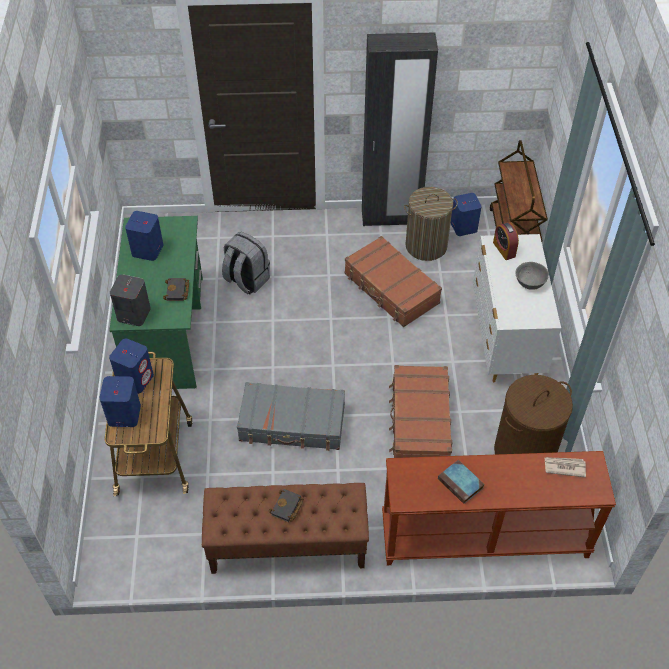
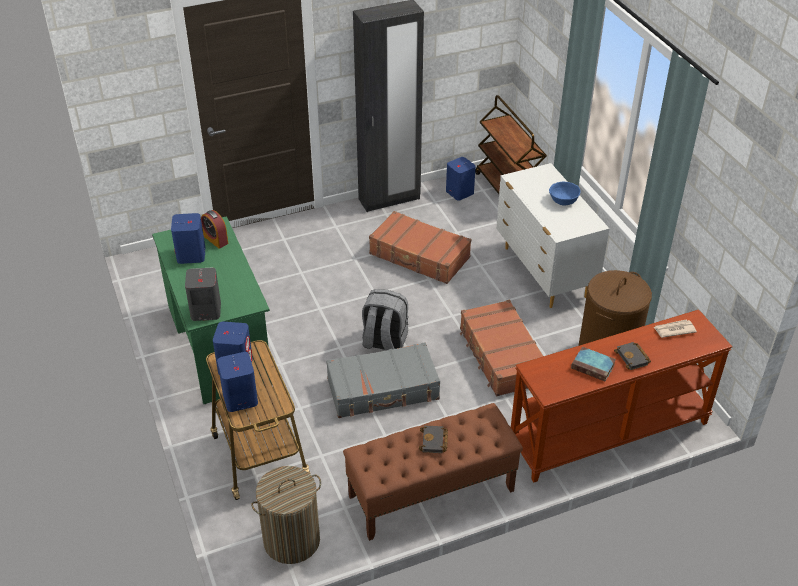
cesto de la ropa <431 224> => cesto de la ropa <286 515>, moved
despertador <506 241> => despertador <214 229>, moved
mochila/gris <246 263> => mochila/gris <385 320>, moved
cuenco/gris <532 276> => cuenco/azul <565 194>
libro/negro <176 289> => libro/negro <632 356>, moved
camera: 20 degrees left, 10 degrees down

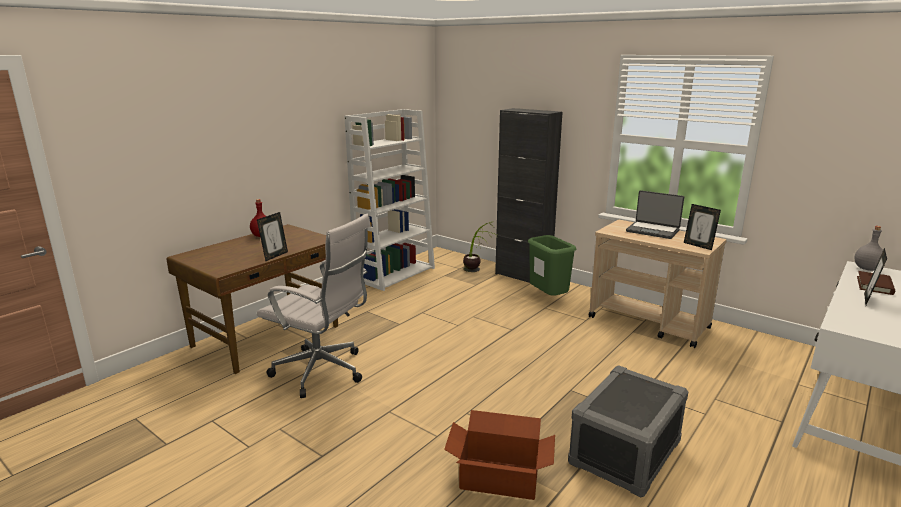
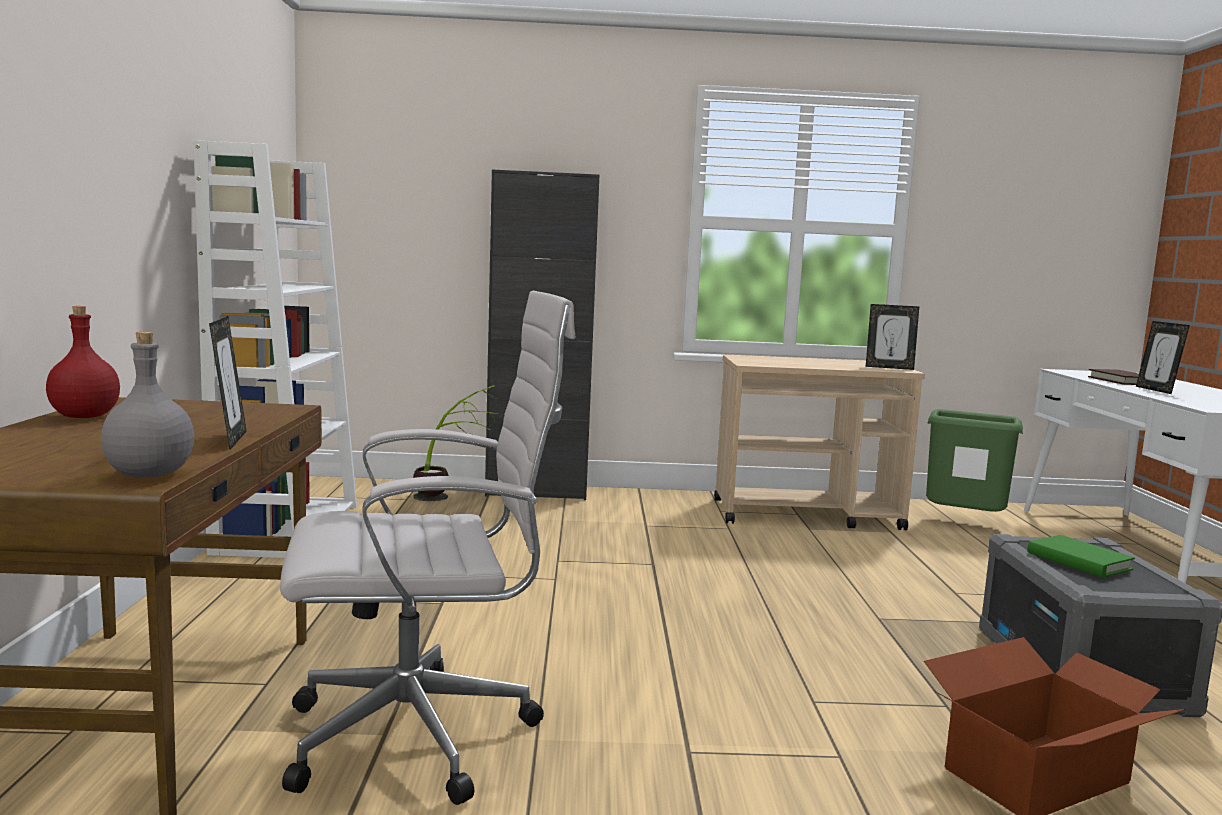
portátil <655 214> => nothing
botella/gris <869 248> => botella/gris <147 405>, moved
papelera/verde <552 265> => papelera/verde <974 460>, moved
nothing => libro/verde <1081 556>
camera: 40 degrees left, 10 degrees down

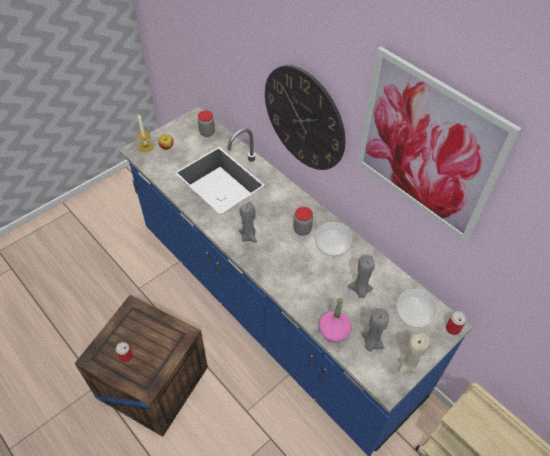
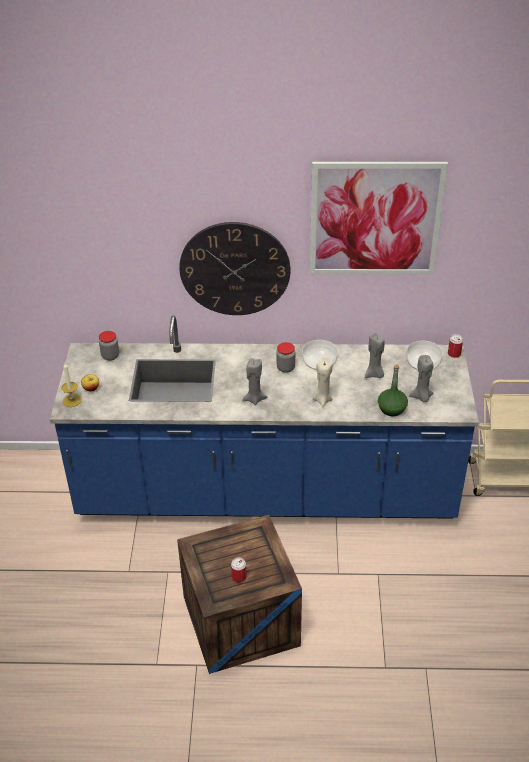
botella/rosa <335 320> => botella/verde <393 390>
vela/beis <413 353> => vela/beis <323 382>, moved
camera: 45 degrees left, 10 degrees down

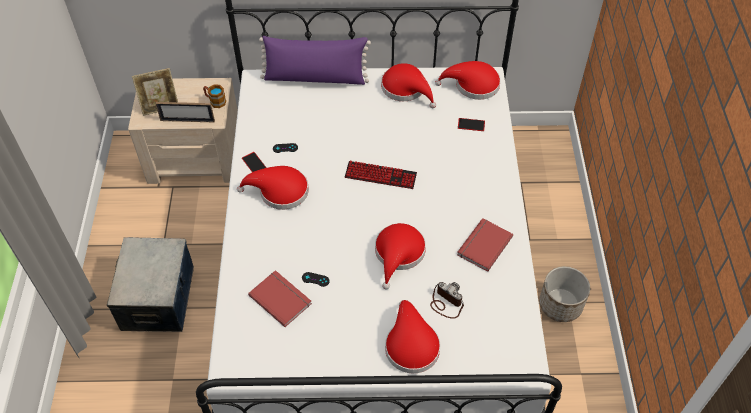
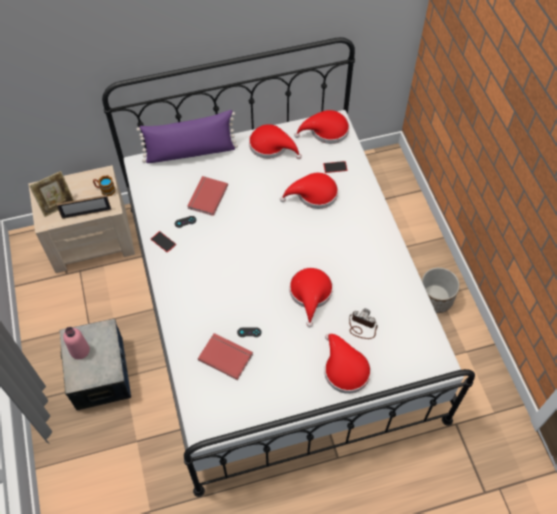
teclado <381 175> => nothing
sombrero/rojo <273 188> => sombrero/rojo <309 191>, moved
libro/rojo <485 245> => libro/rojo <207 196>, moved
nothing => botella/rosa <76 343>
camera: 15 degrees left, 5 degrees up

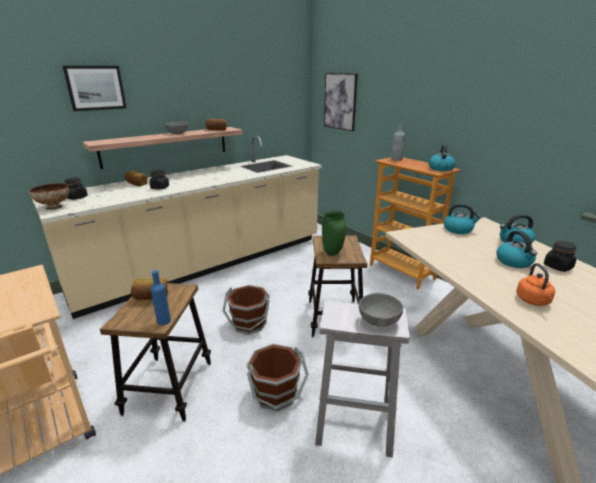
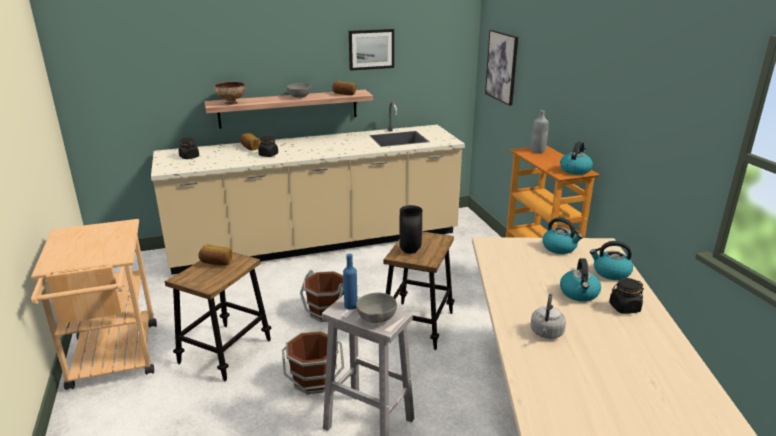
cuadro <94 88> => cuadro <371 50>, moved
cuenco <49 196> => cuenco <229 93>, moved
florero/verde <334 233> => florero/negro <410 229>
hervidor/naranja <535 284> => hervidor/gris <548 316>
botella/azul <161 298> => botella/azul <350 282>, moved
camera: 20 degrees right, 0 degrees up

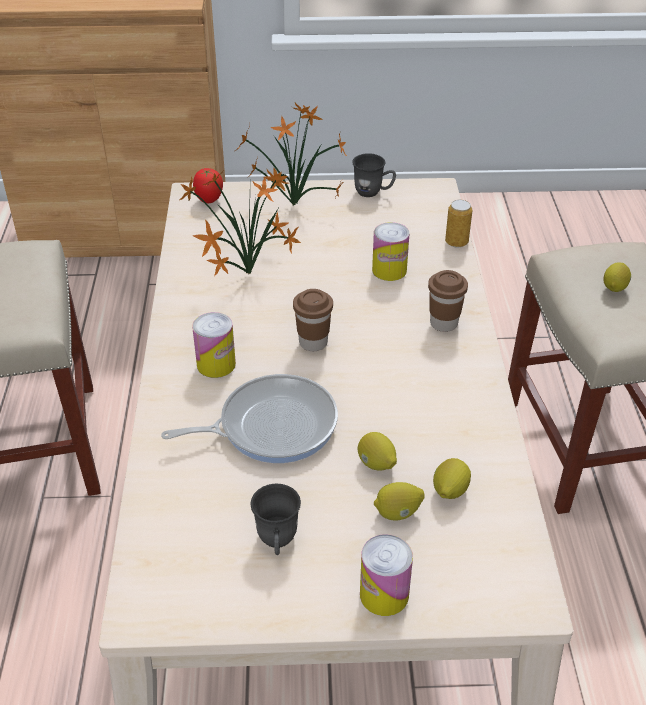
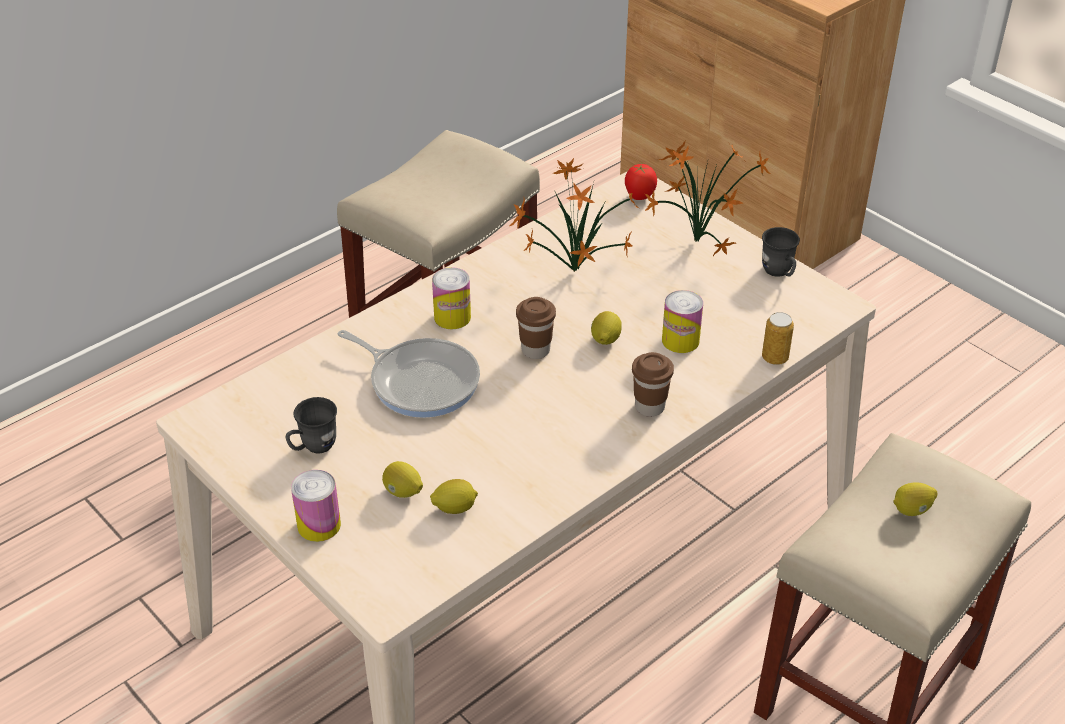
limón <377 451> => limón <606 328>, moved
camera: 50 degrees right, 0 degrees up

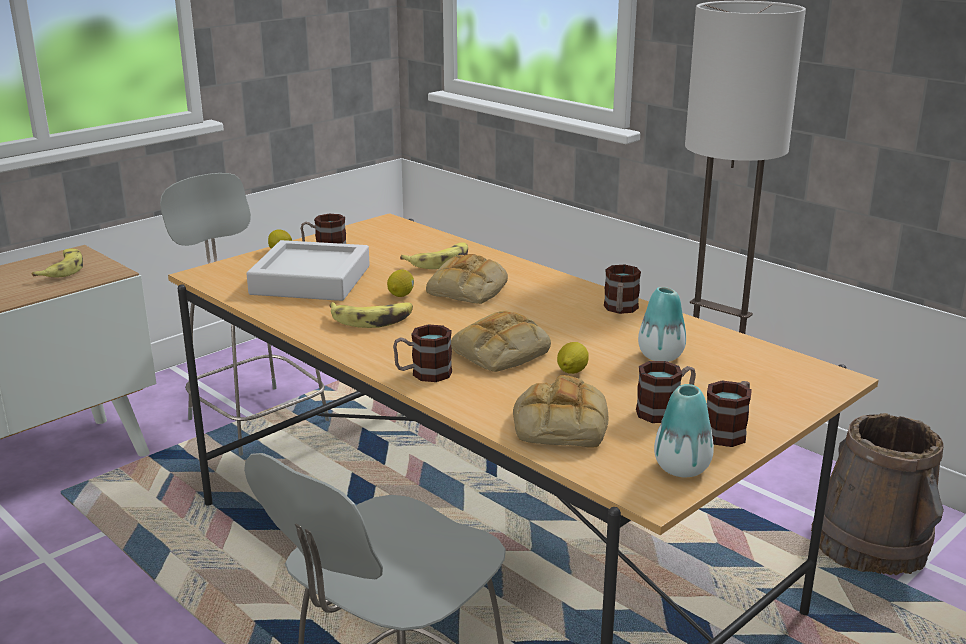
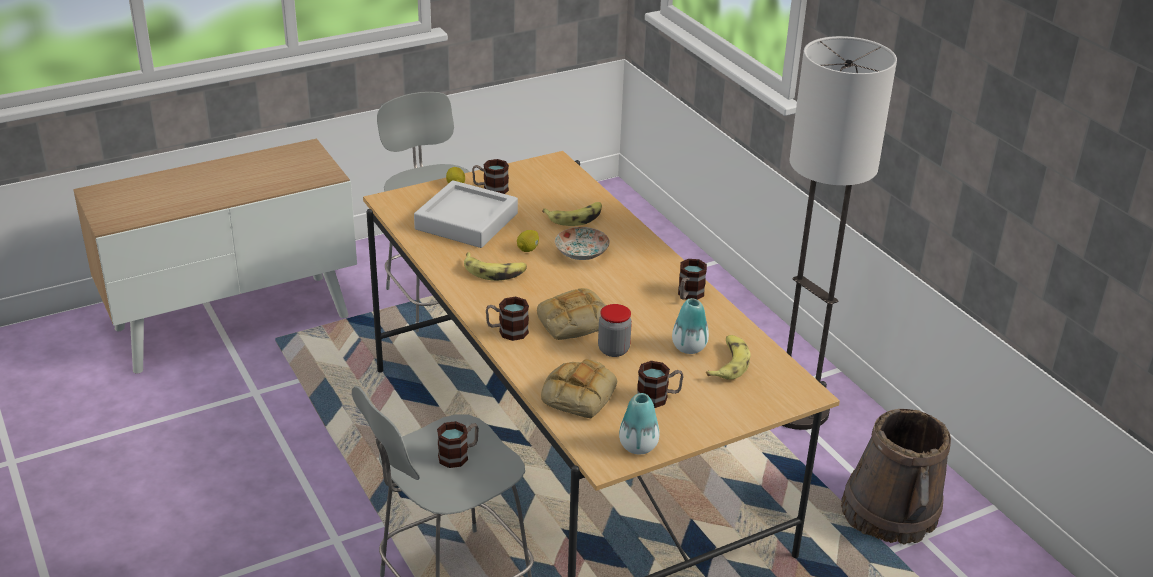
plátano <57 263> => plátano <728 357>, moved
pan <467 279> => plato <582 243>
limón <573 358> => tarro <615 330>
taza grande <729 414> => taza grande <458 444>, moved
camera: 15 degrees right, 10 degrees up

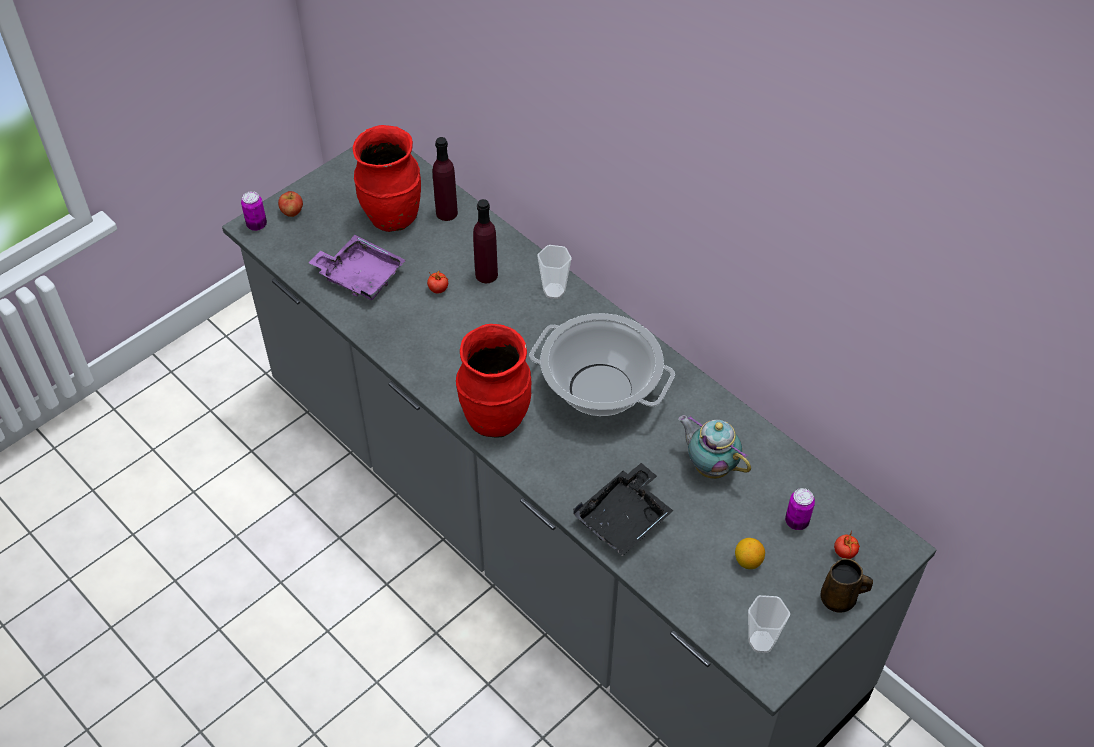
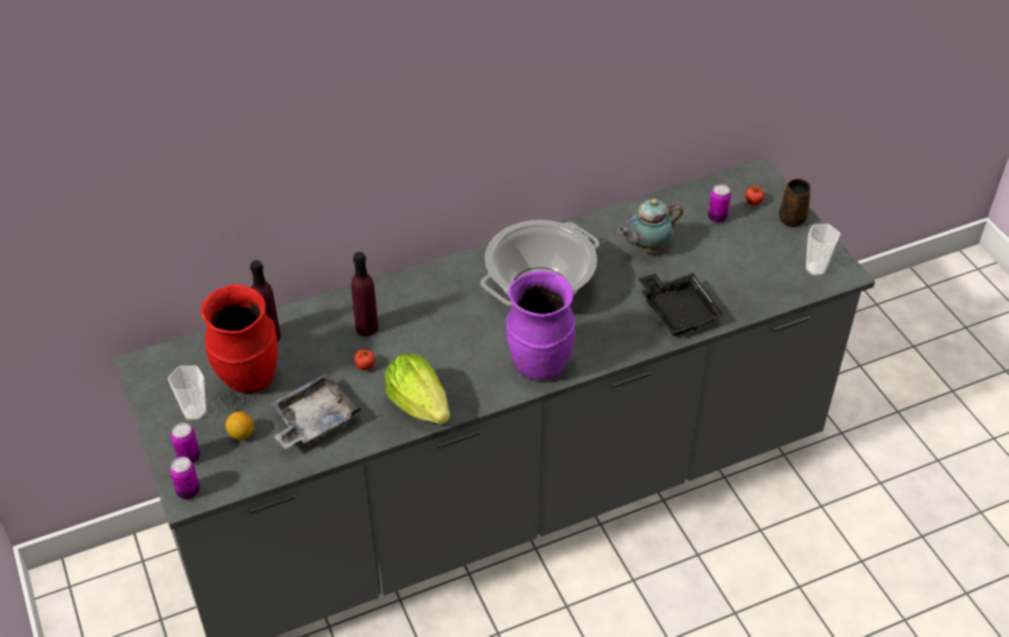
manzana <290 204> => lata <185 443>
bandeja/morado <357 267> => bandeja/gris <315 411>
taza <554 272> => taza <187 393>, moved
florero/rojo <493 381> => florero/morado <540 325>
limón <750 553> => limón <240 425>, moved
nothing => lechuga <417 388>
camera: 70 degrees left, 5 degrees down

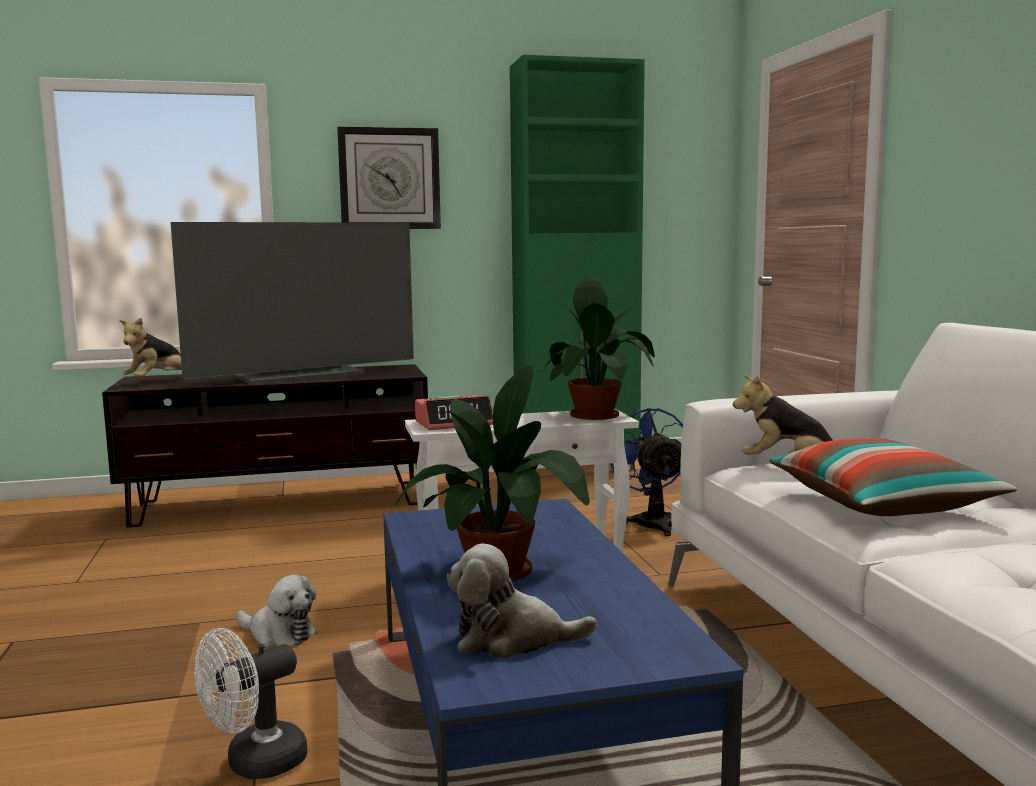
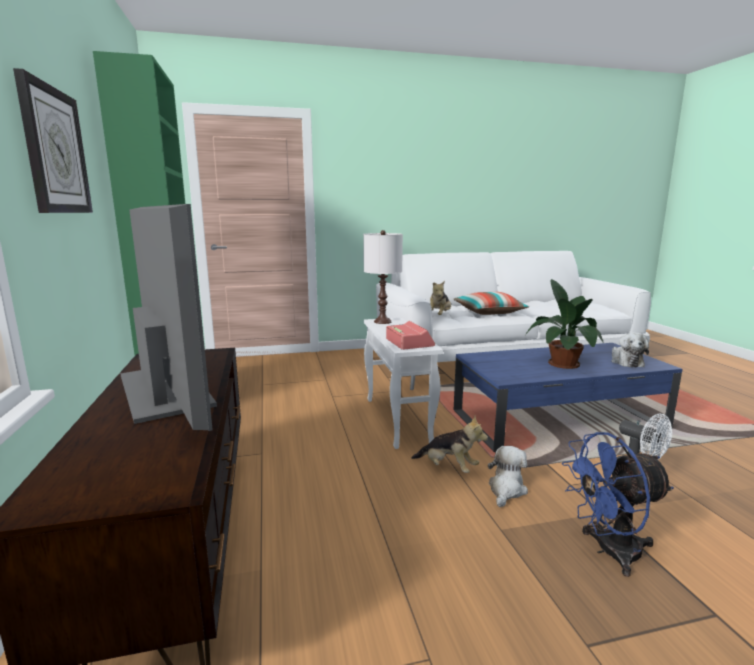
planta en maceta <599 348> => lámpara de mesa/blanco <383 277>
peluche <150 348> => peluche <449 444>, moved
ventilador/azul <646 472> => ventilador/azul <618 504>, moved
camera: 90 degrees left, 5 degrees up

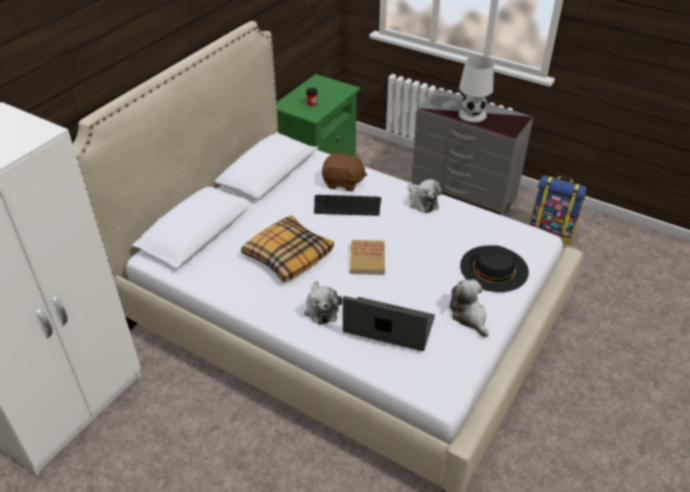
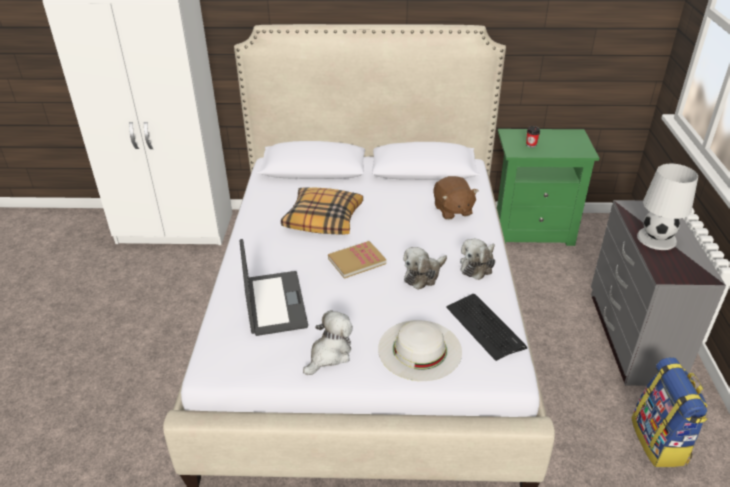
teclado <347 205> => teclado <486 327>, moved
sombrero/negro <494 268> => sombrero/blanco <420 350>
peluche <323 303> => peluche <425 268>, moved
camera: 60 degrees right, 5 degrees down

